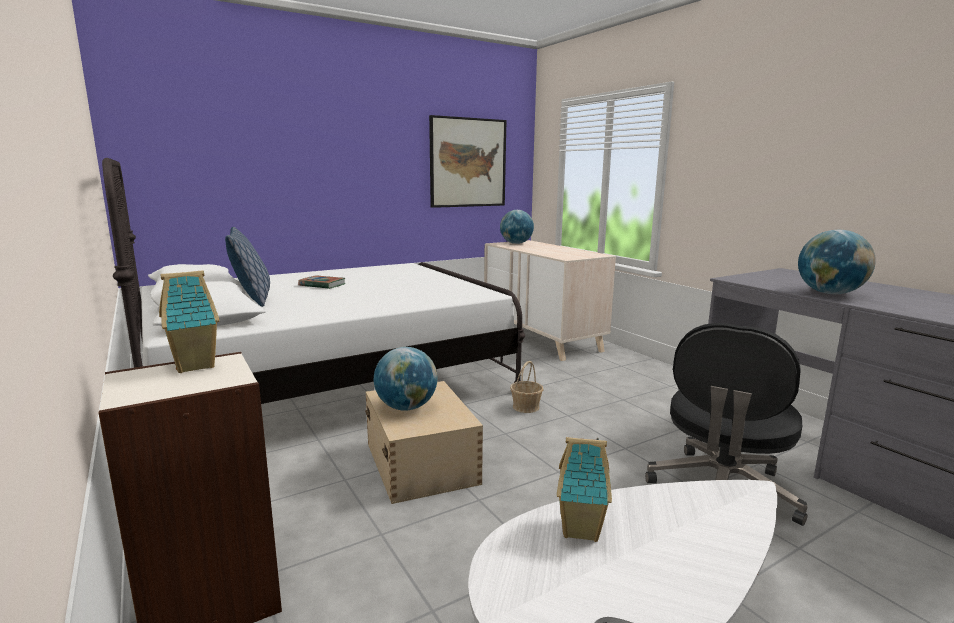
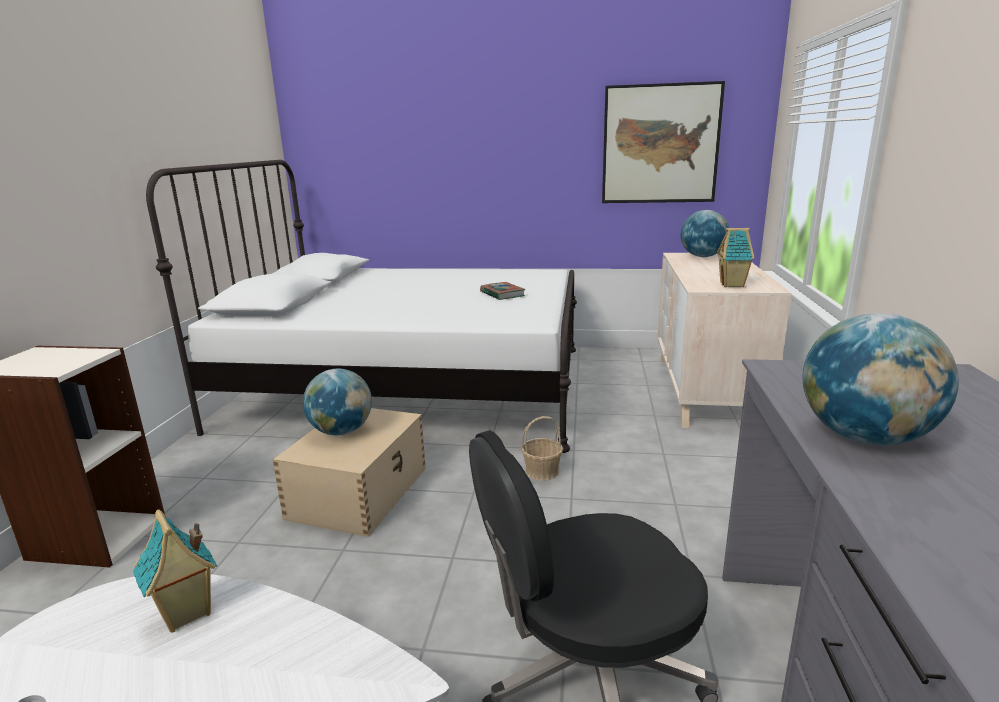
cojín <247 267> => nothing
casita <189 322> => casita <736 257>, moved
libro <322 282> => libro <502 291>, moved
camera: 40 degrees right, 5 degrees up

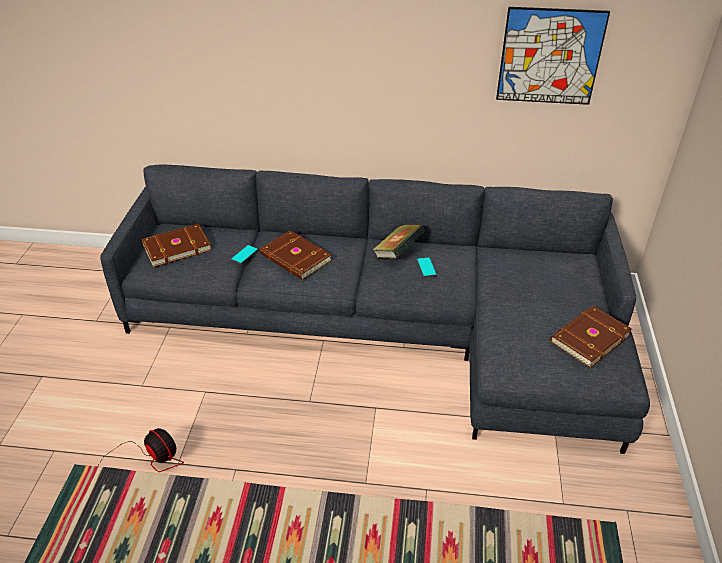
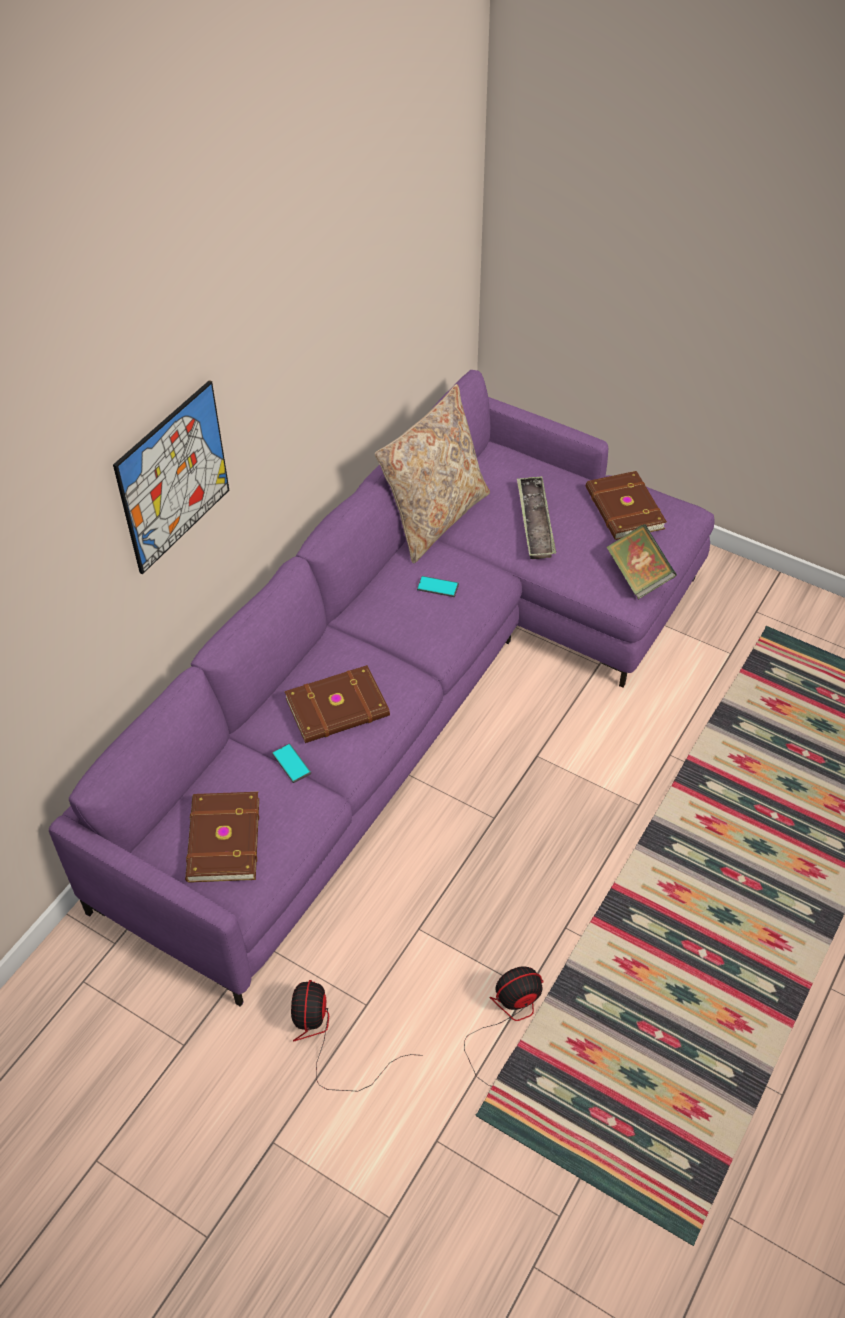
cuadro <553 56> => cuadro <171 477>, moved
sofá/gris <375 309> => sofá/morado <382 688>
libro <399 241> => libro <641 561>, moved
nothing => cojín/beis <432 473>
nothing => bandeja <536 517>
nothing => ventilador <357 1035>
camera: 65 degrees left, 10 degrees up

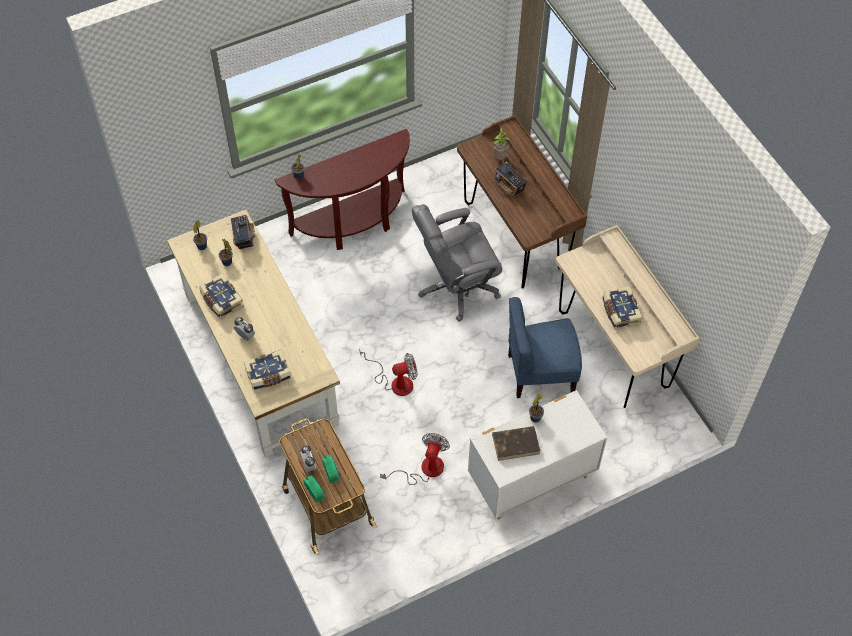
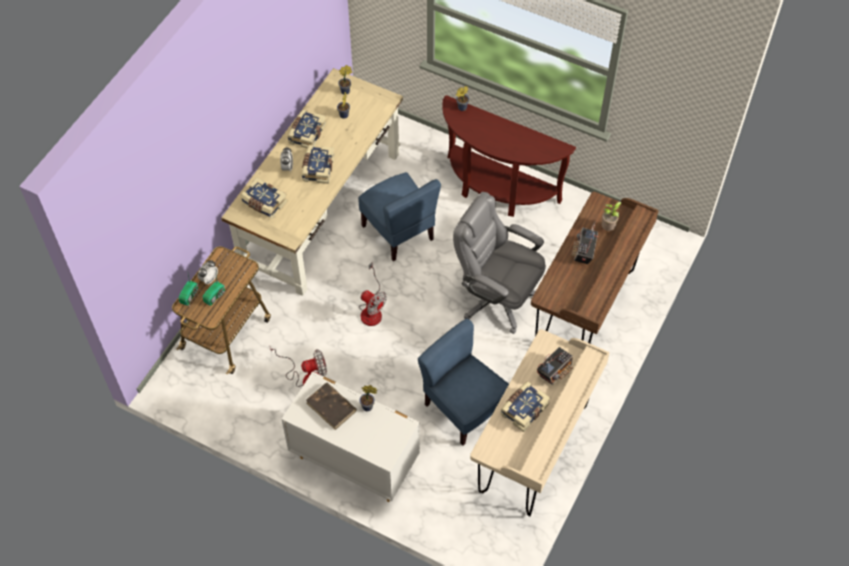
radio <243 232> => radio <555 366>, moved
nothing => libro <318 164>
nothing => silla/azul <399 216>
camera: 55 degrees right, 0 degrees up

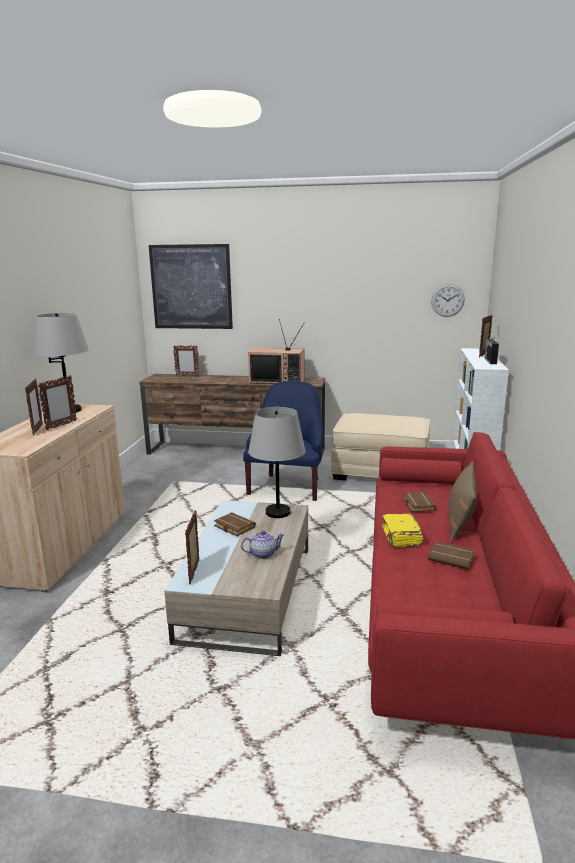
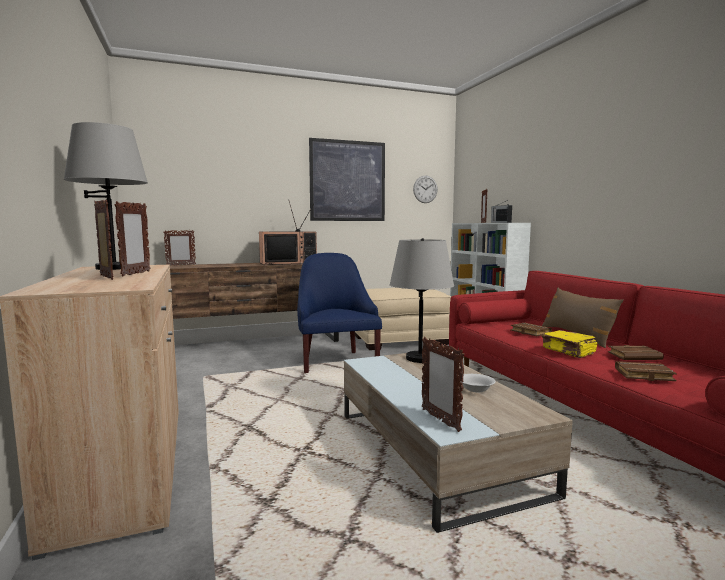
cuadro <191 286> => cuadro <347 179>, moved
libro/marrón <235 524> => libro/marrón <646 371>, moved
tetera <263 544> => cuenco/blanco <479 383>
camera: 30 degrees left, 10 degrees down

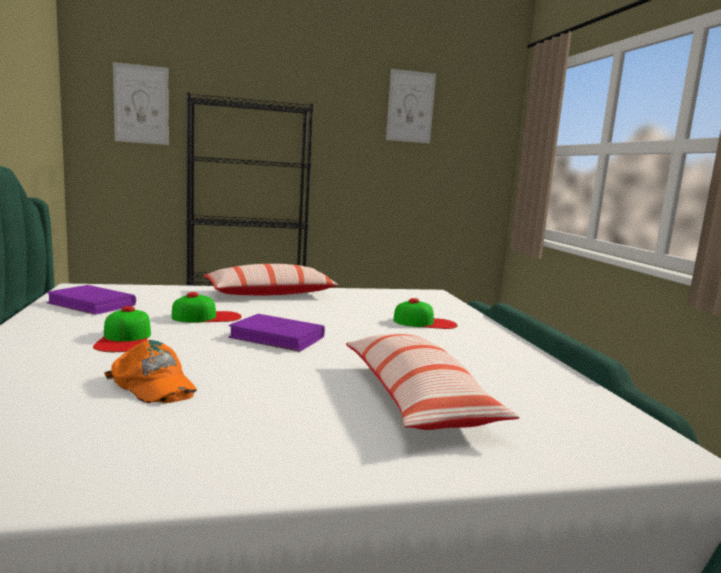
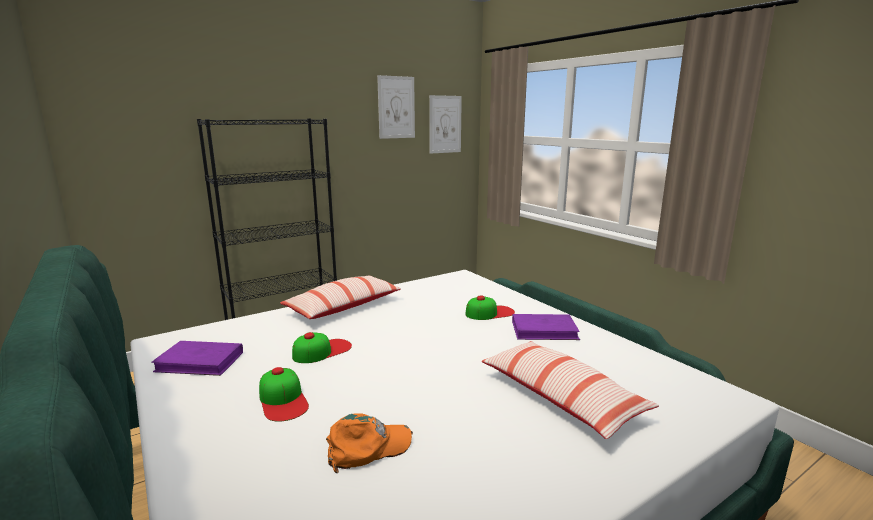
cuadro <141 103> => cuadro <445 124>, moved
libro/morado <276 333> => libro/morado <546 327>, moved
gorra/naranja <150 371> => gorra/naranja <369 443>, 45 degrees counterclockwise
camera: 20 degrees left, 5 degrees up

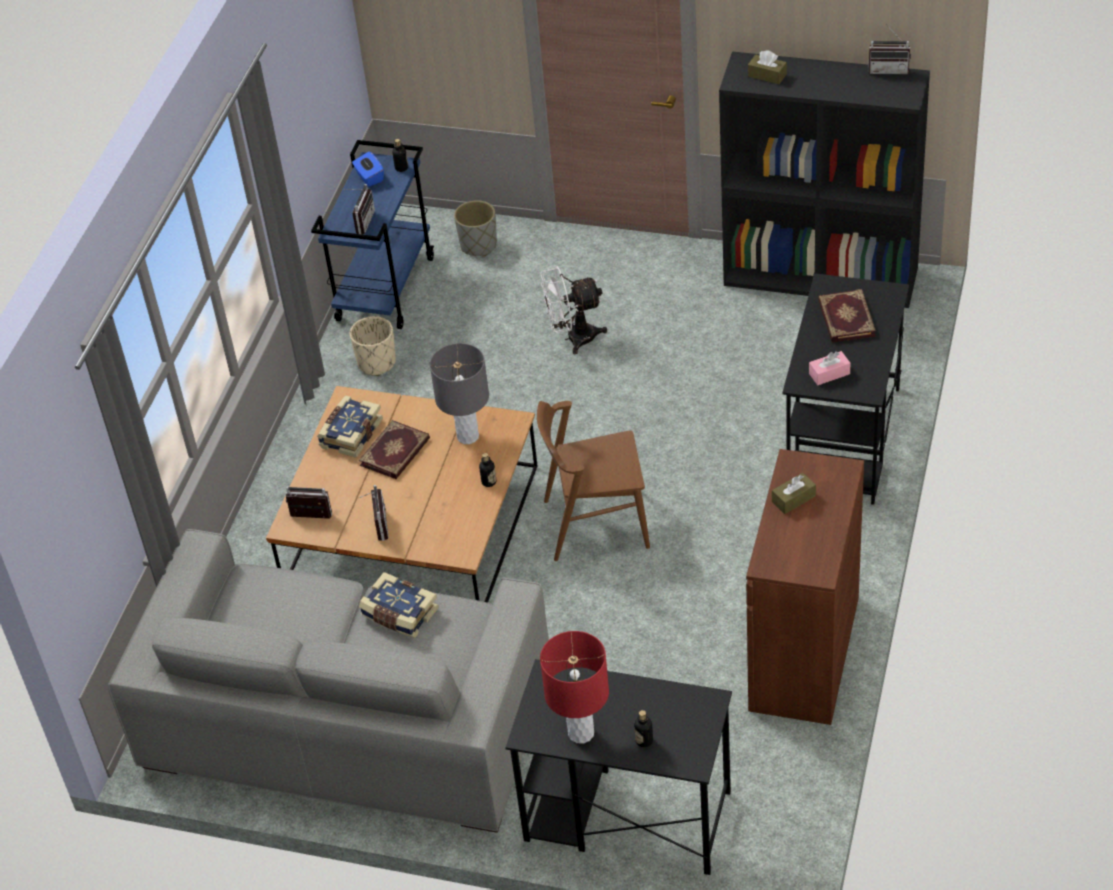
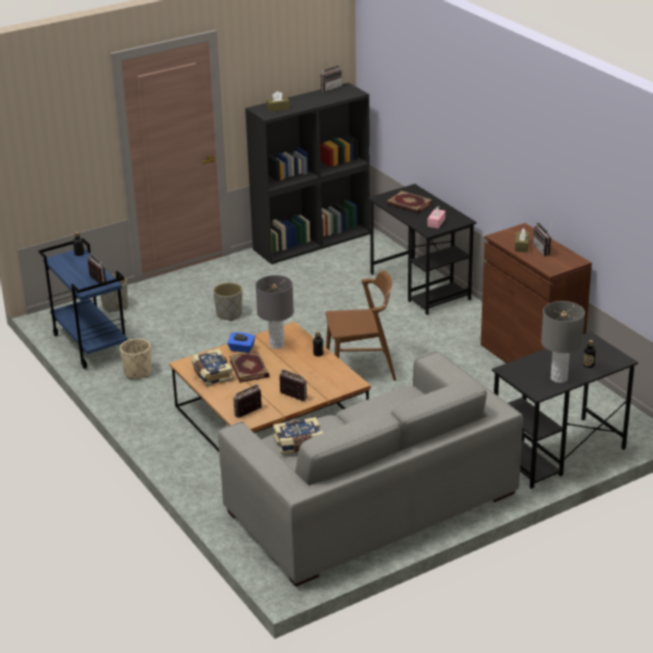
caja de pañuelos/azul <368 169> => caja de pañuelos/azul <241 342>, moved
ventilador/blanco <574 310> => maceta/gris <227 302>
silla/marrón <593 481> => silla/marrón <360 325>, 135 degrees counterclockwise
libro <399 605> => libro <298 435>, moved
lámpara de mesa/rojo <574 687> => lámpara de mesa/gris <563 342>
nothing => radio <542 238>
camera: 50 degrees left, 15 degrees down

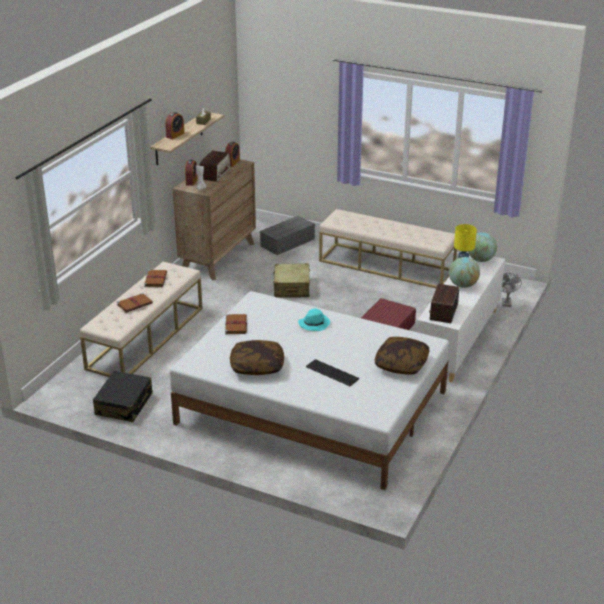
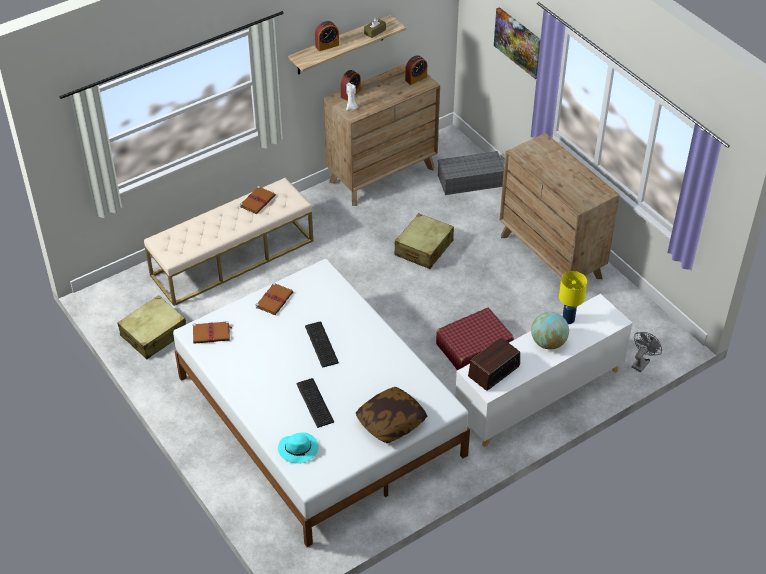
radio <215 166> => nothing
banco/beis <388 248> => cómoda/marrón <560 211>
globo terráqueo <482 247> => nothing
libro/marrón <135 303> => libro/marrón <212 332>, moved
sombrero/turquesa <314 320> => sombrero/turquesa <298 448>, moved
cojín <257 357> => nothing
maleta/negro <123 396> => maleta/beis <151 327>
nothing => cuadro <517 43>
nothing => teclado <322 345>
camera: 30 degrees right, 15 degrees up

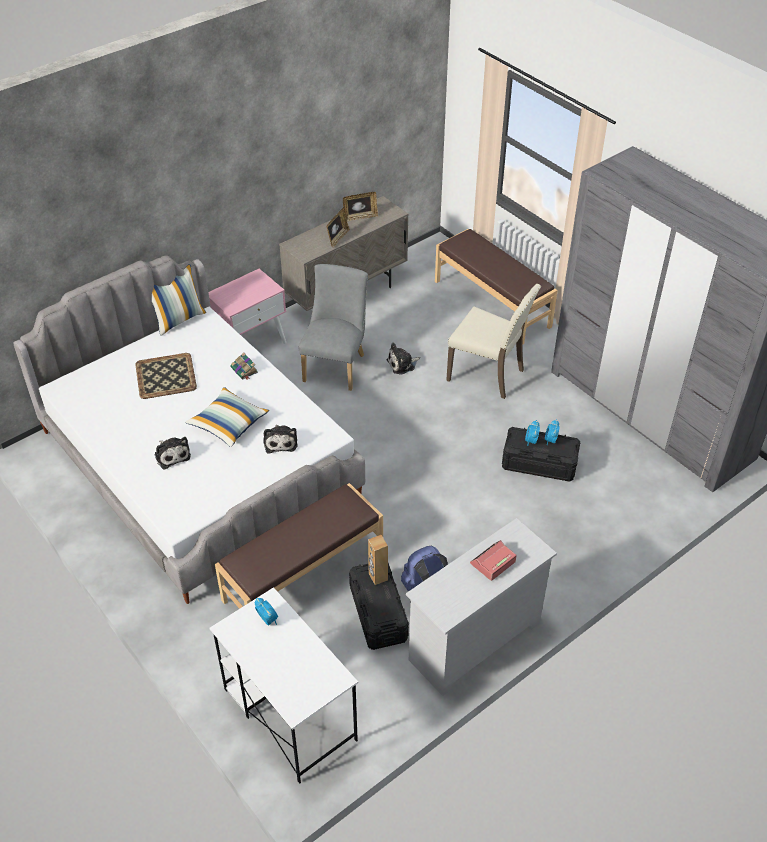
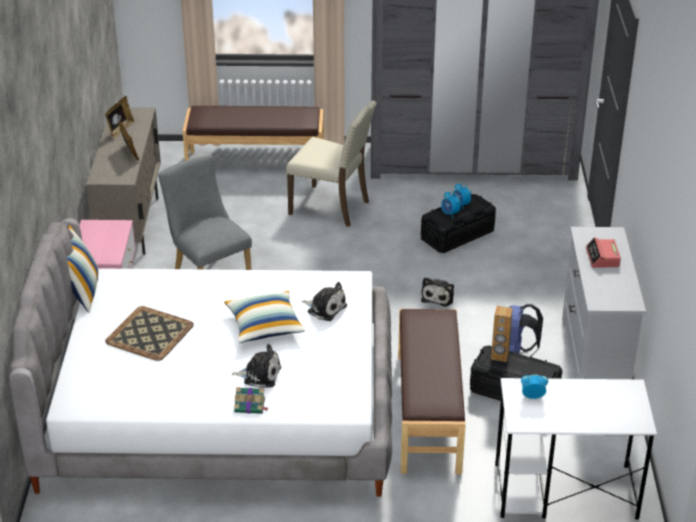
silla/beis <493 341> => silla/beis <331 163>, 45 degrees clockwise
peluche <403 358> => peluche <437 292>, moved
libro <244 365> => libro <251 400>, moved
camera: 50 degrees left, 10 degrees down

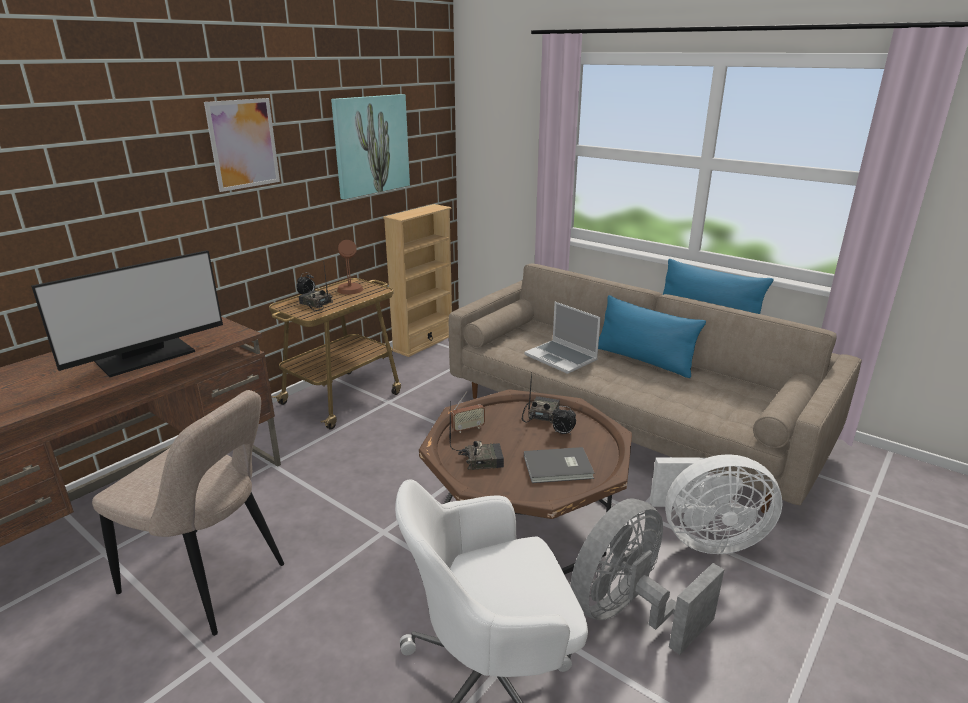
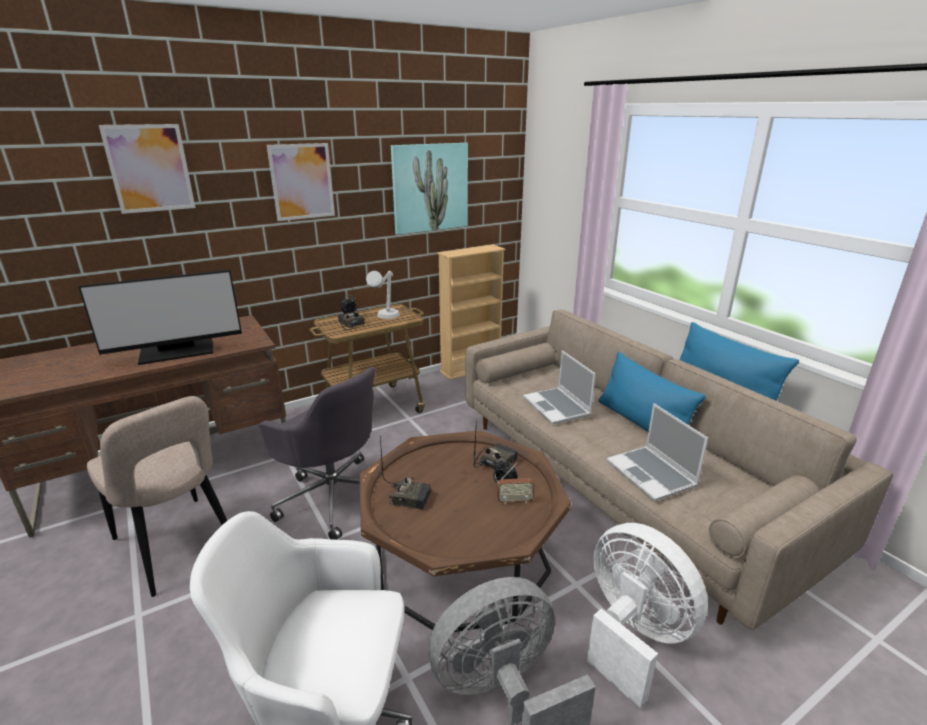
lámpara de mesa/marrón <350 267> => lámpara de mesa/gris <383 295>
radio <468 412> => radio <516 483>, moved
libro/gris <559 465> => nothing
ventilador/blanco <716 504> => ventilador/blanco <647 615>, 150 degrees counterclockwise
nothing => cuadro <147 169>
nothing => silla de oficina/gris <317 453>
nothing => portátil <657 452>
camera: 20 degrees right, 0 degrees up

